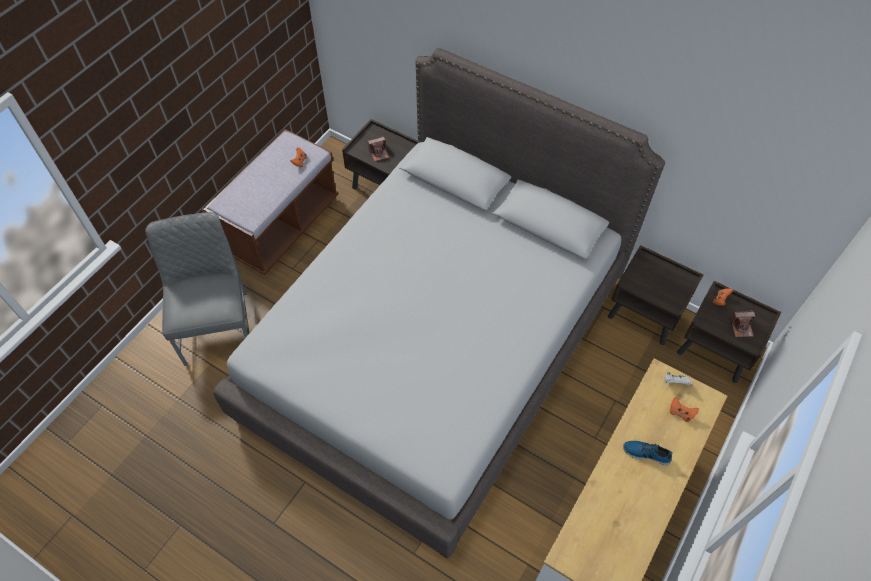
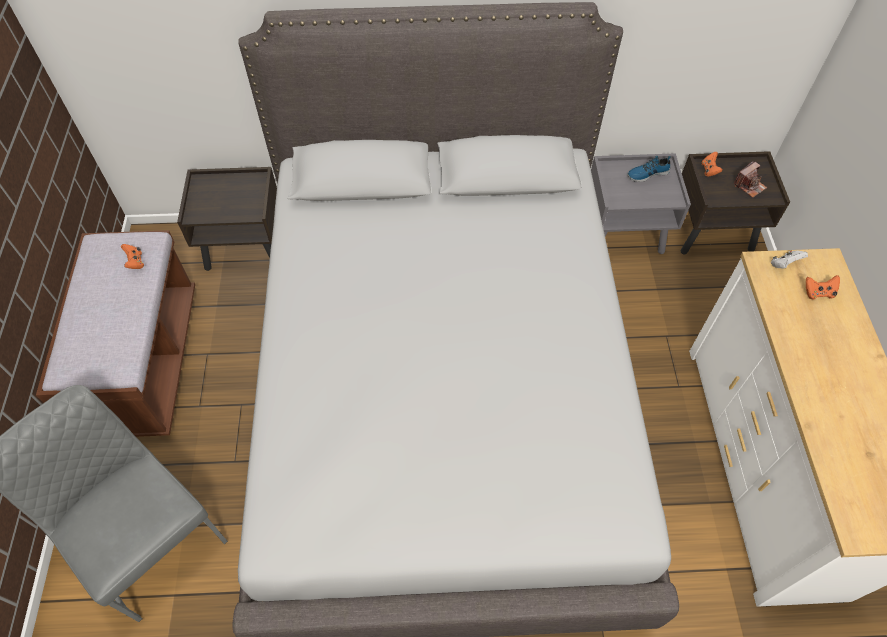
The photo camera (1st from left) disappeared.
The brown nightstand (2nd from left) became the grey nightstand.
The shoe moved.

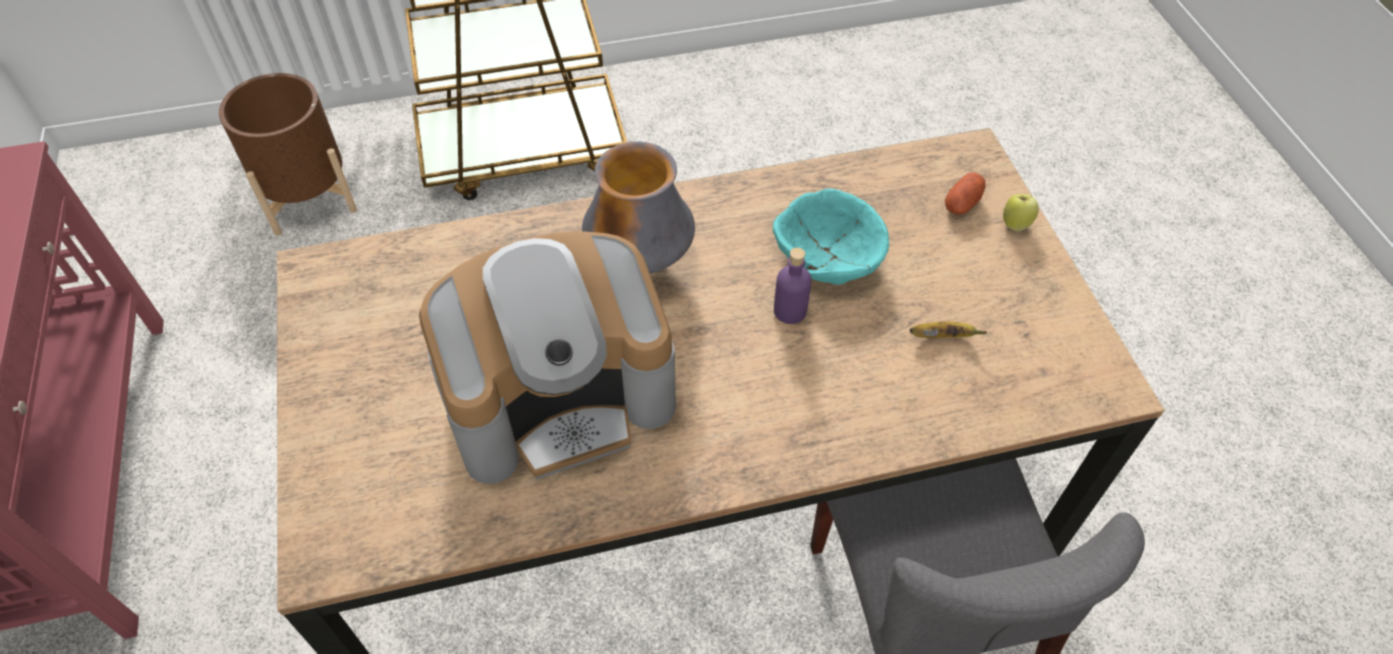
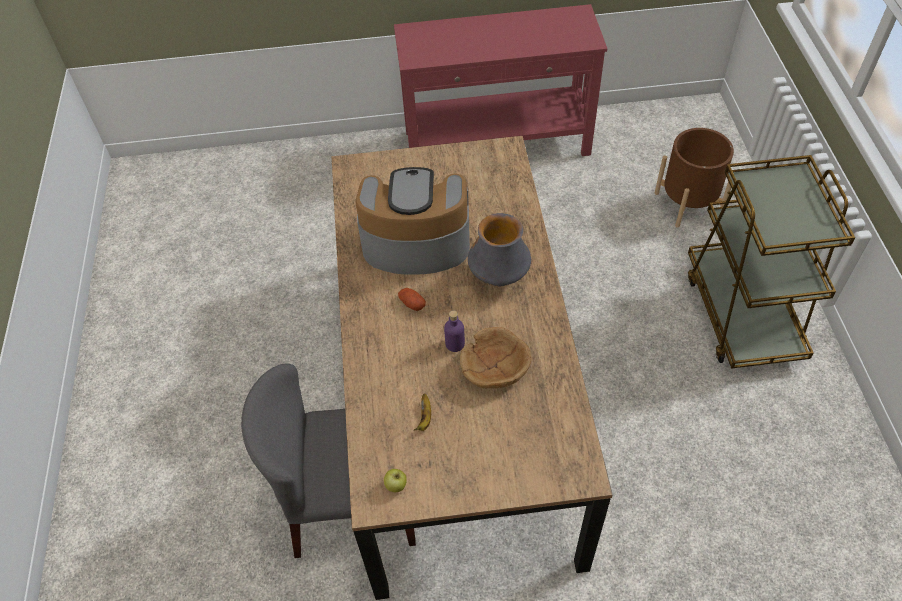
The potato moved.
The turquoise bowl became the brown bowl.
The apple moved.
The coffee machine turned 105 degrees clockwise.

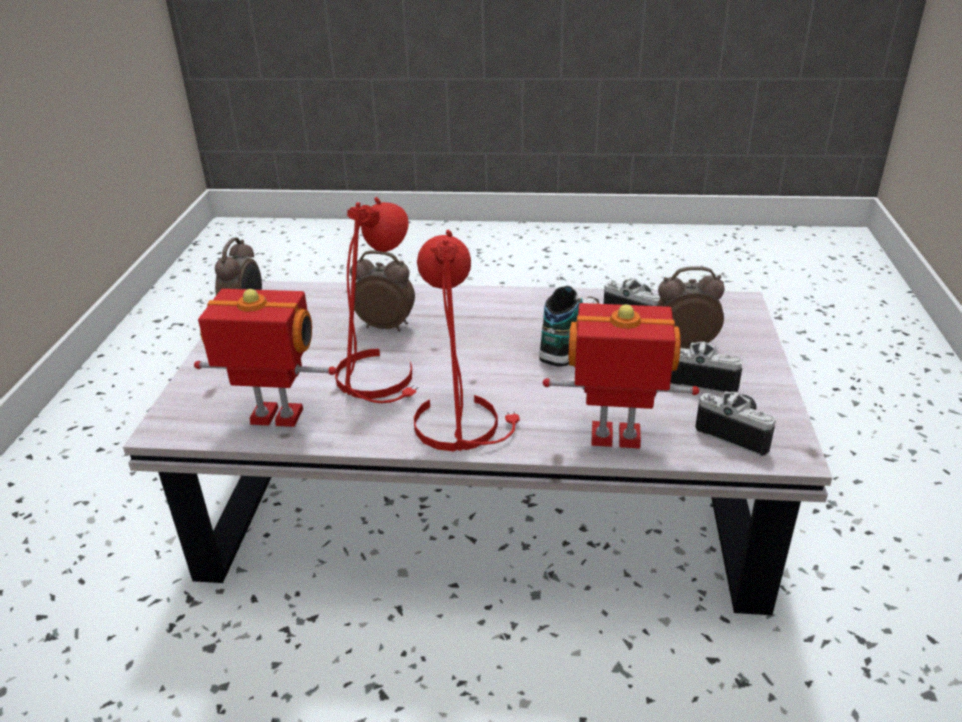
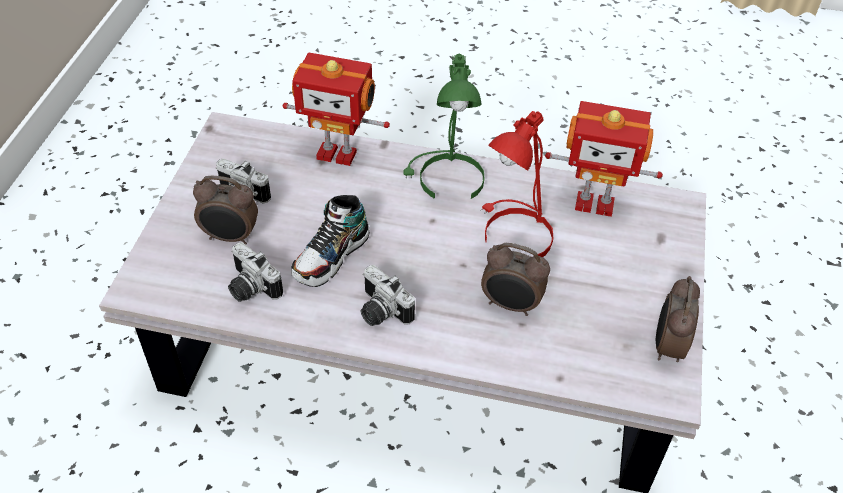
The red table lamp (2nd from left) became the green table lamp.
The photo camera (3rd from left) moved.

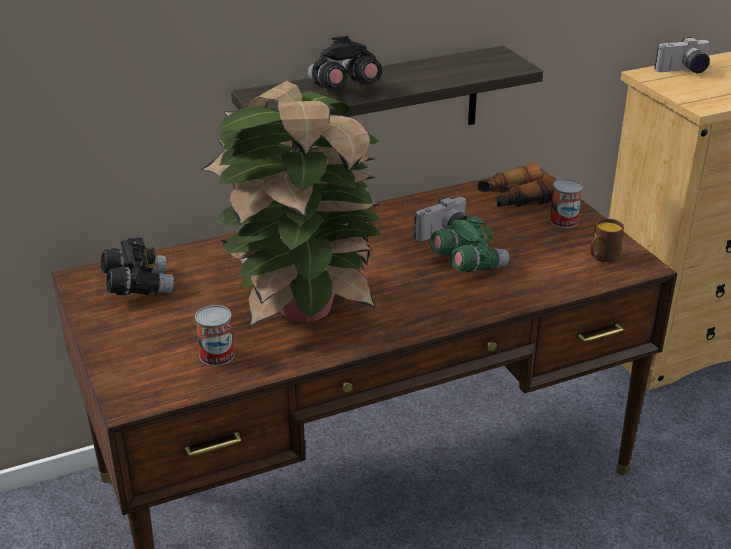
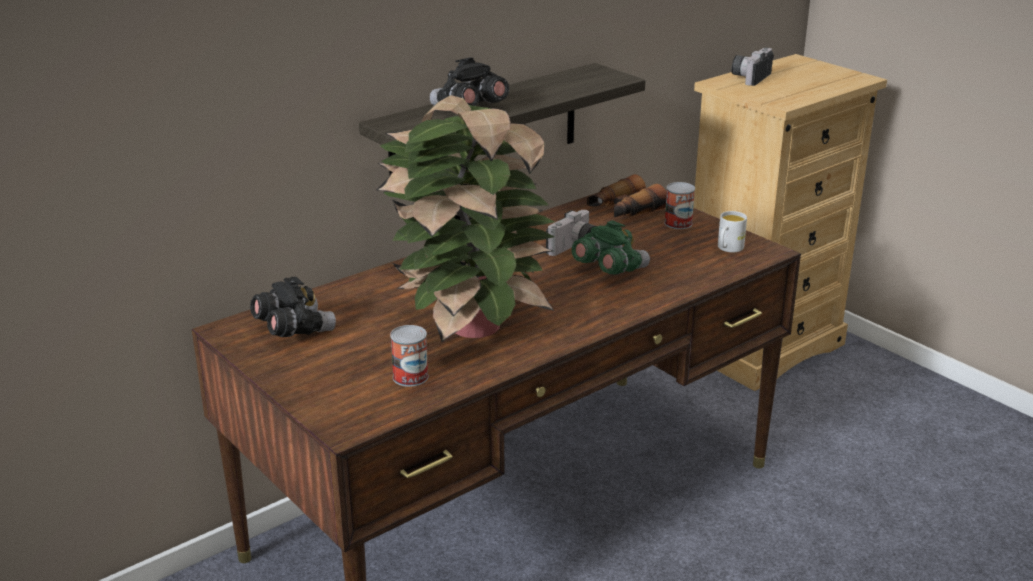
The photo camera (2nd from left) turned 150 degrees clockwise.
The brown mug became the white mug.

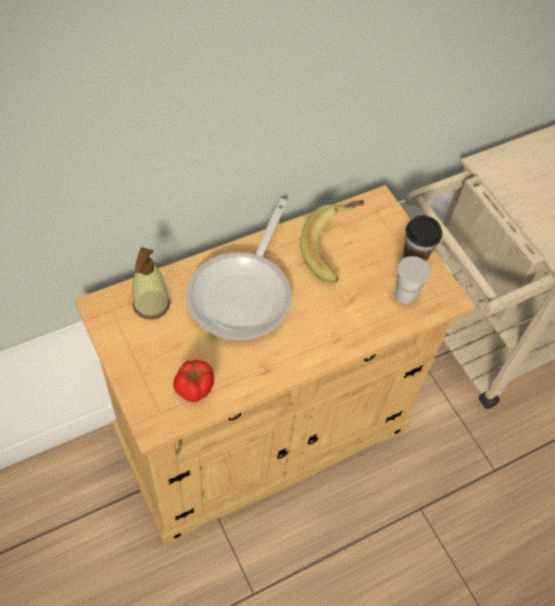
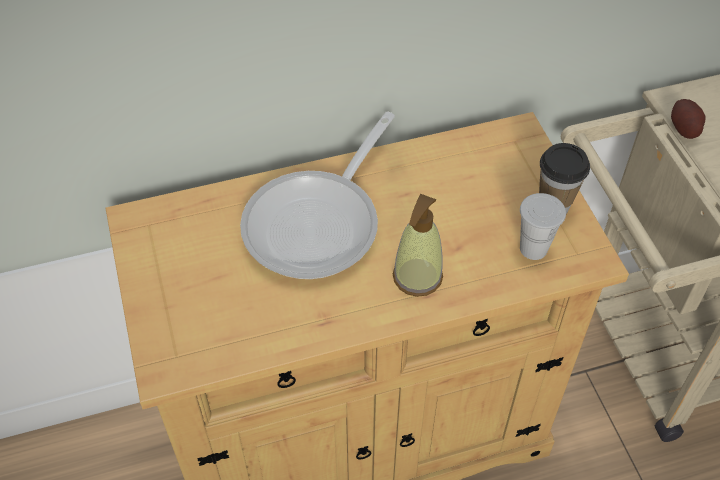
The banana disappeared.
The soap dispenser moved.
The tomato disappeared.
The potato appeared.

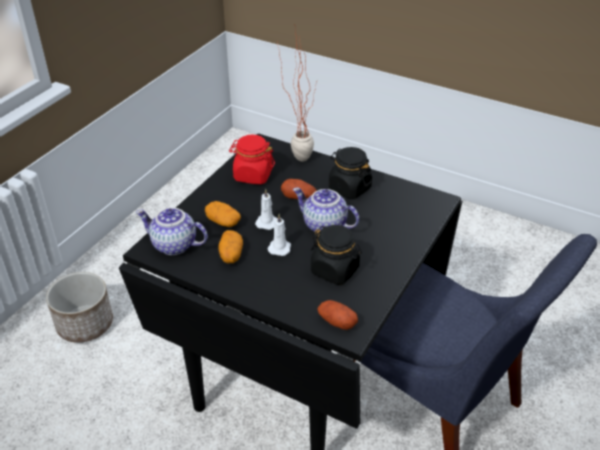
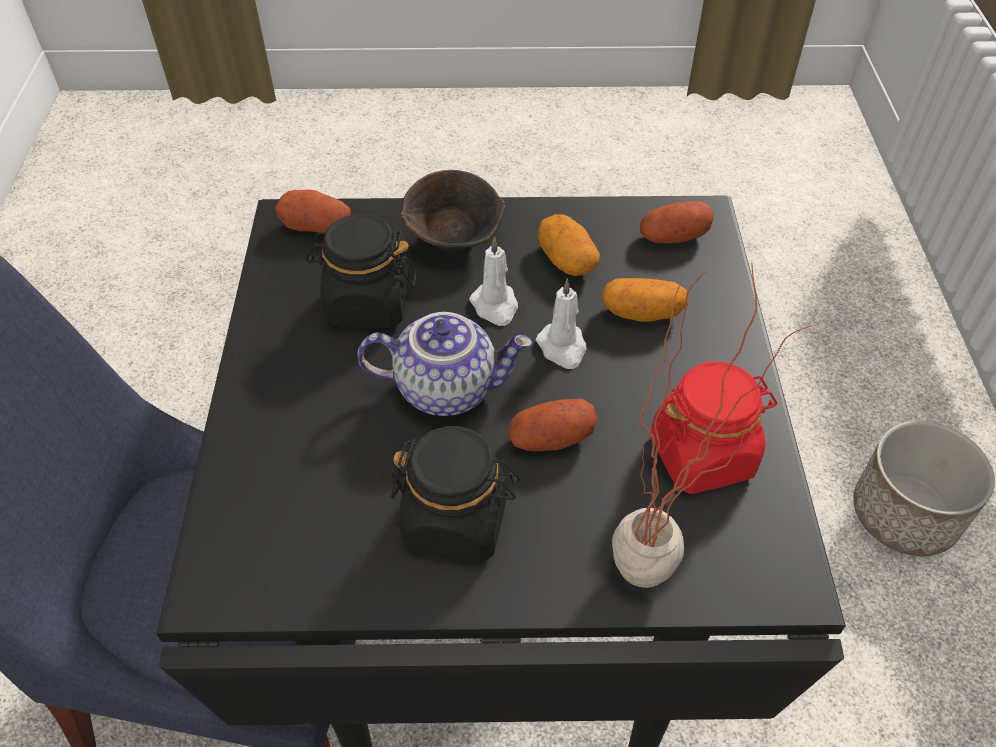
The teapot (1st from left) was replaced by the potato (5th from left).
The brown bowl appeared.

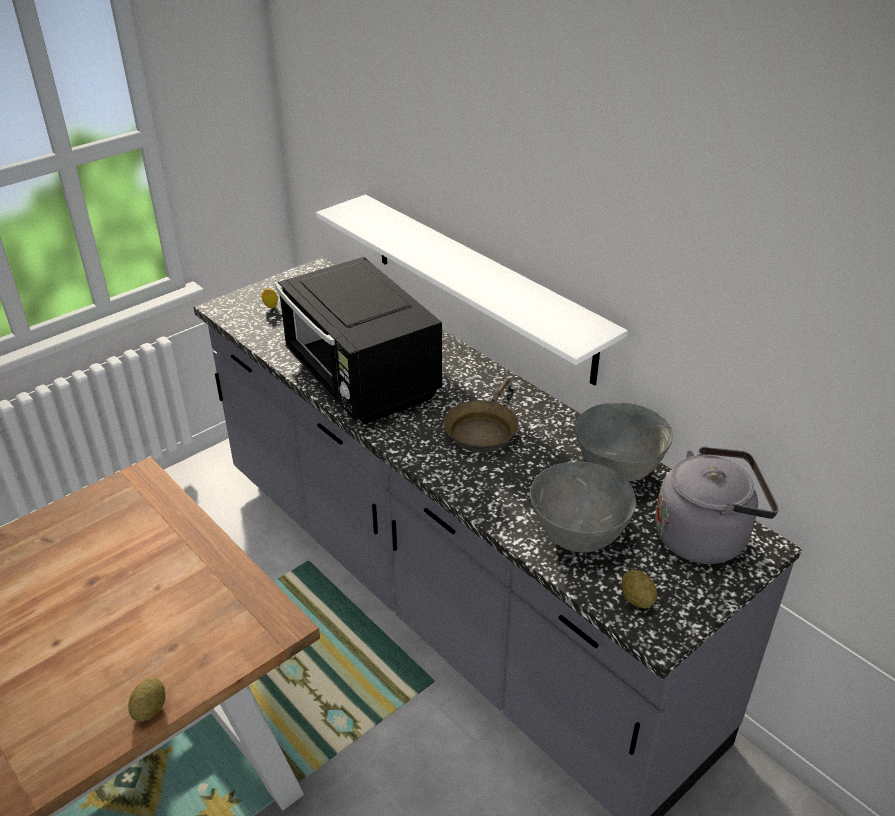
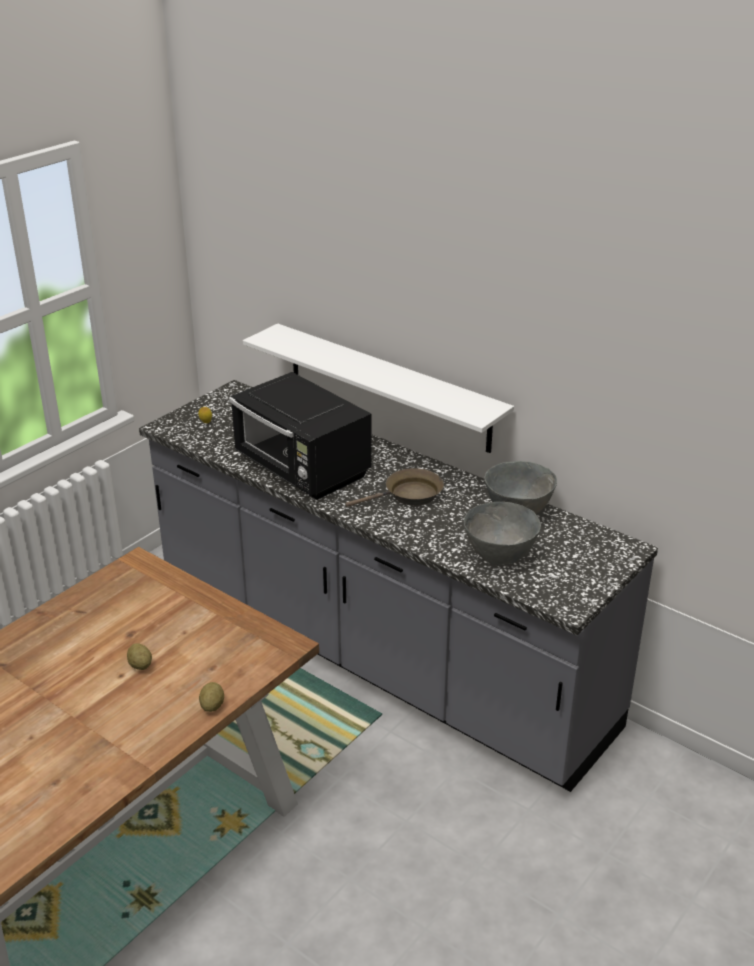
The brown frying pan turned 120 degrees counterclockwise.
The grey kettle disappeared.
The potato (2nd from left in the first image) moved.

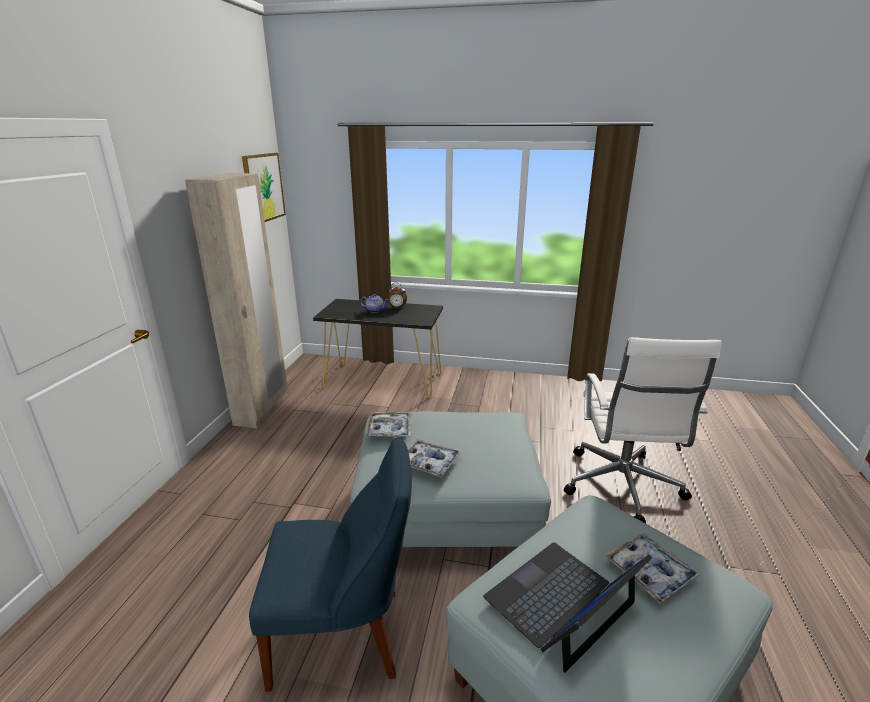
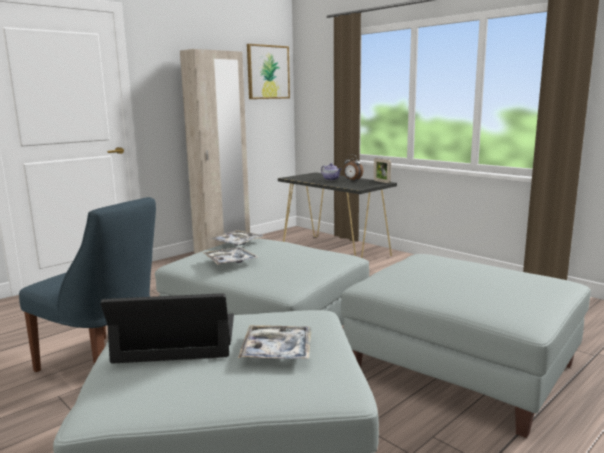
The white office chair was replaced by the grey ottoman (3rd from left).
The picture frame appeared.

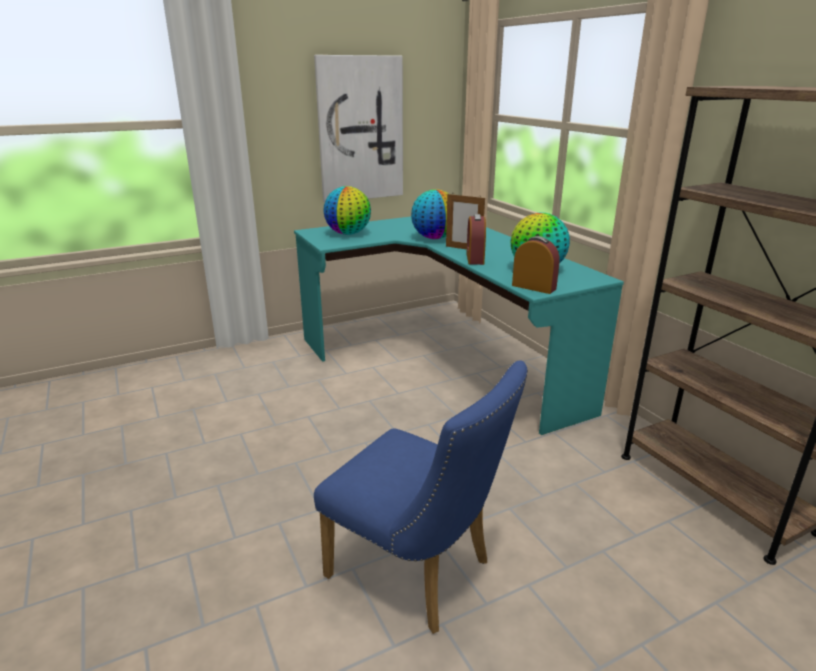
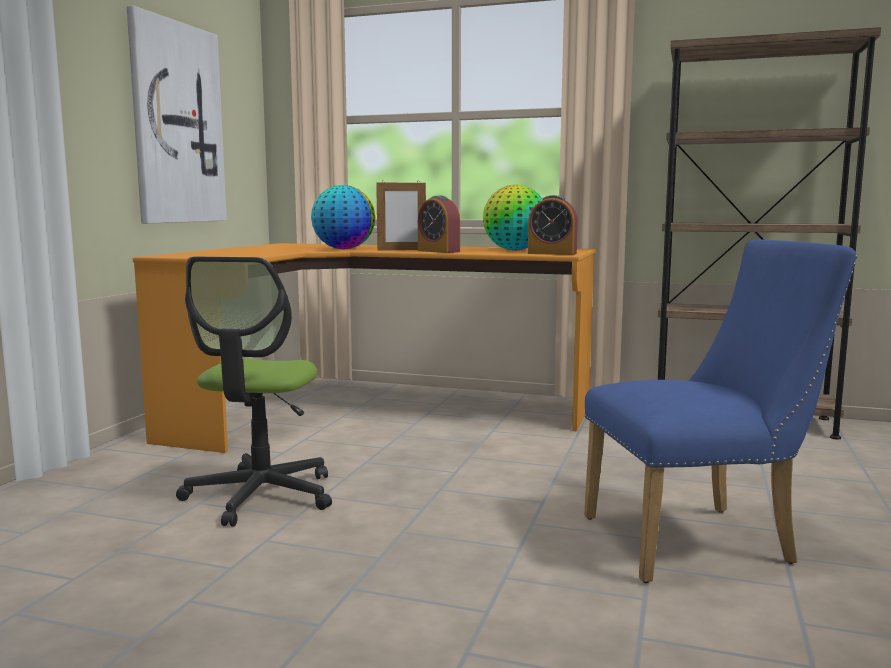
The globe (1st from left) disappeared.
The turquoise desk became the orange desk.
The alarm clock (2nd from left) turned 150 degrees counterclockwise.
The office chair appeared.

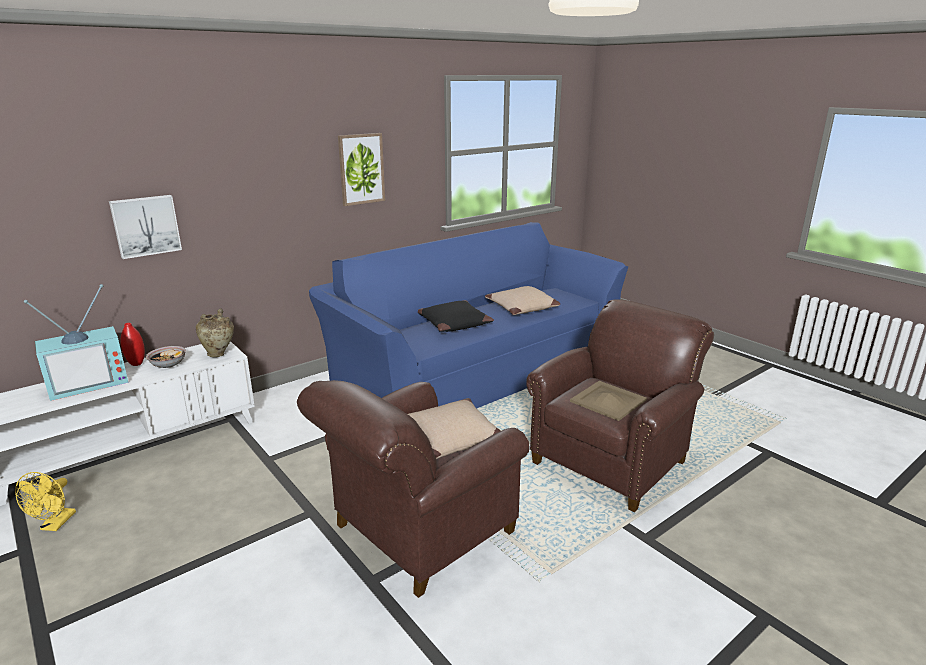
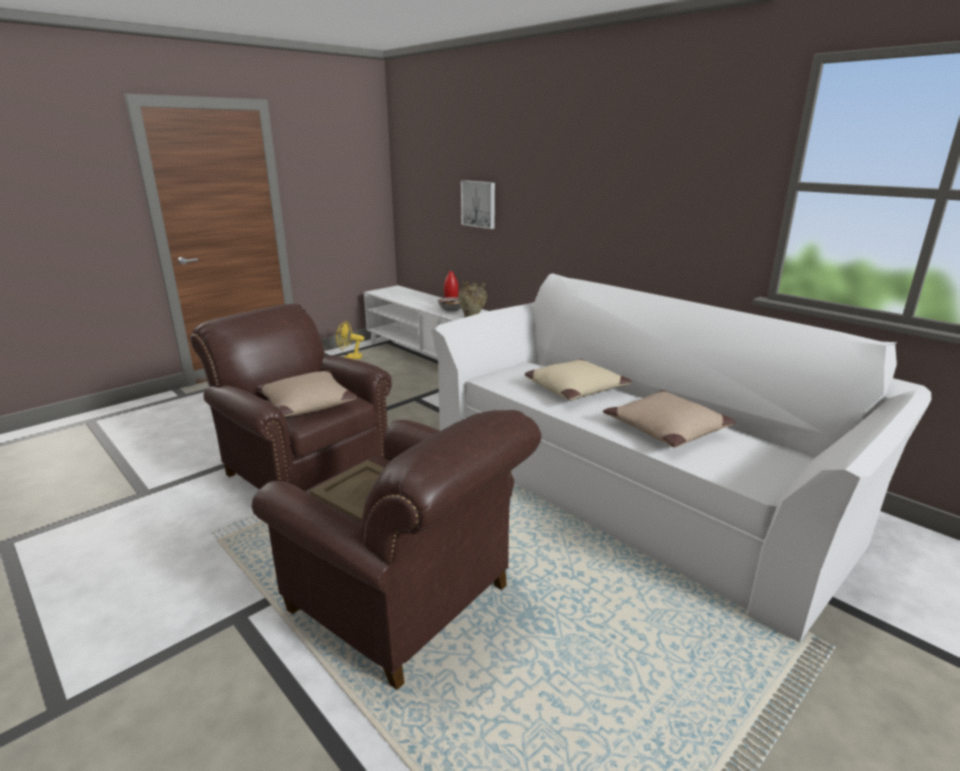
The picture (2nd from left) disappeared.
The blue sofa became the white sofa.
The television disappeared.
The black pillow became the beige pillow (2nd from left).

